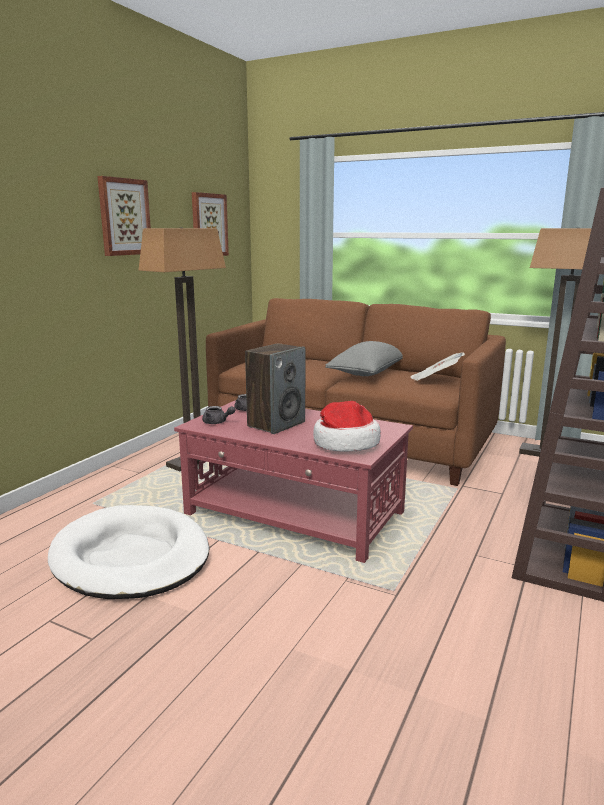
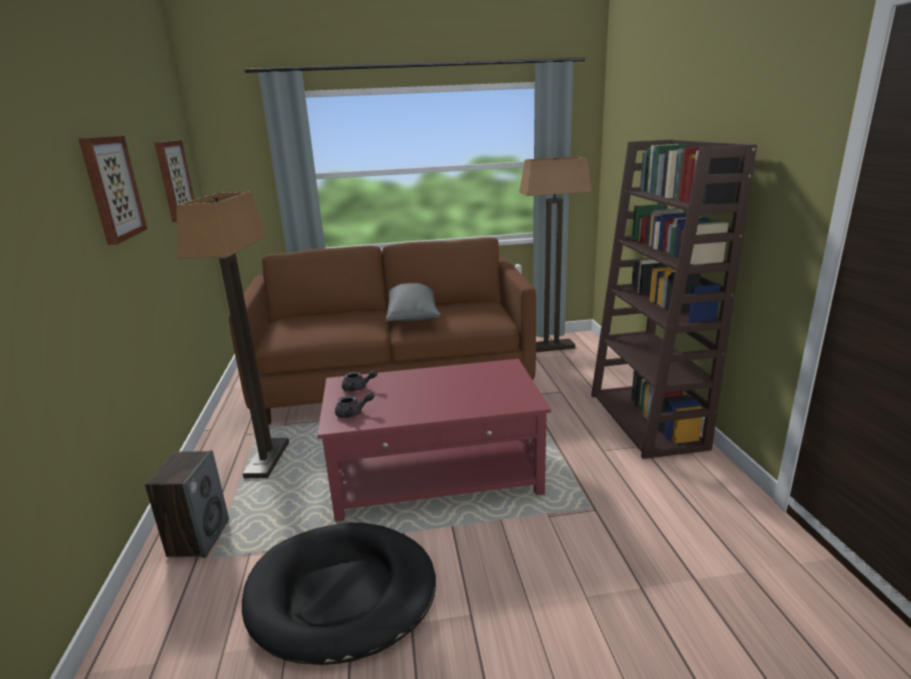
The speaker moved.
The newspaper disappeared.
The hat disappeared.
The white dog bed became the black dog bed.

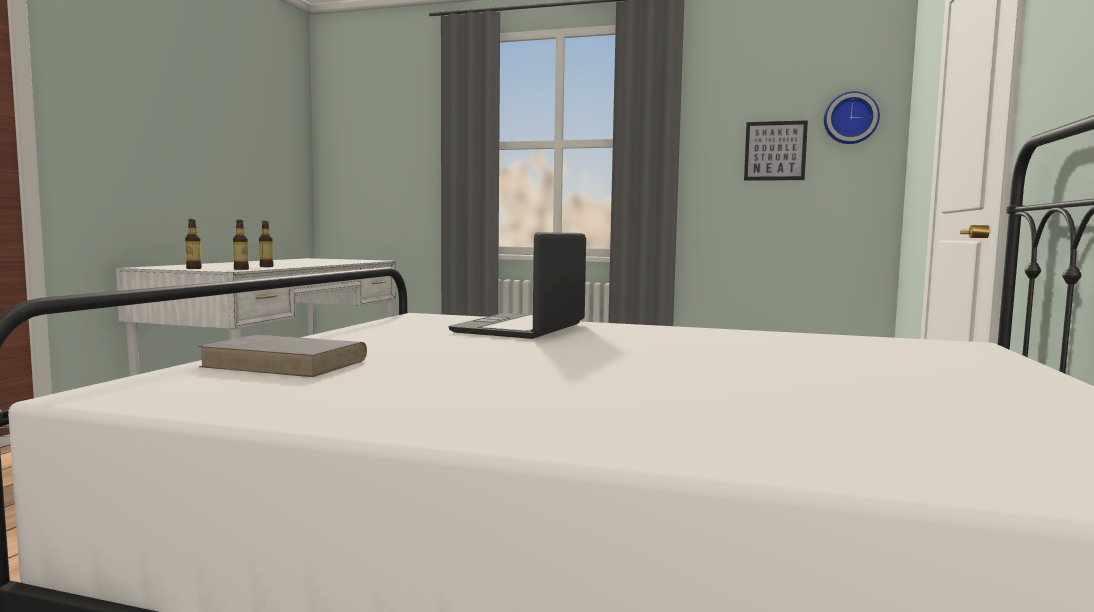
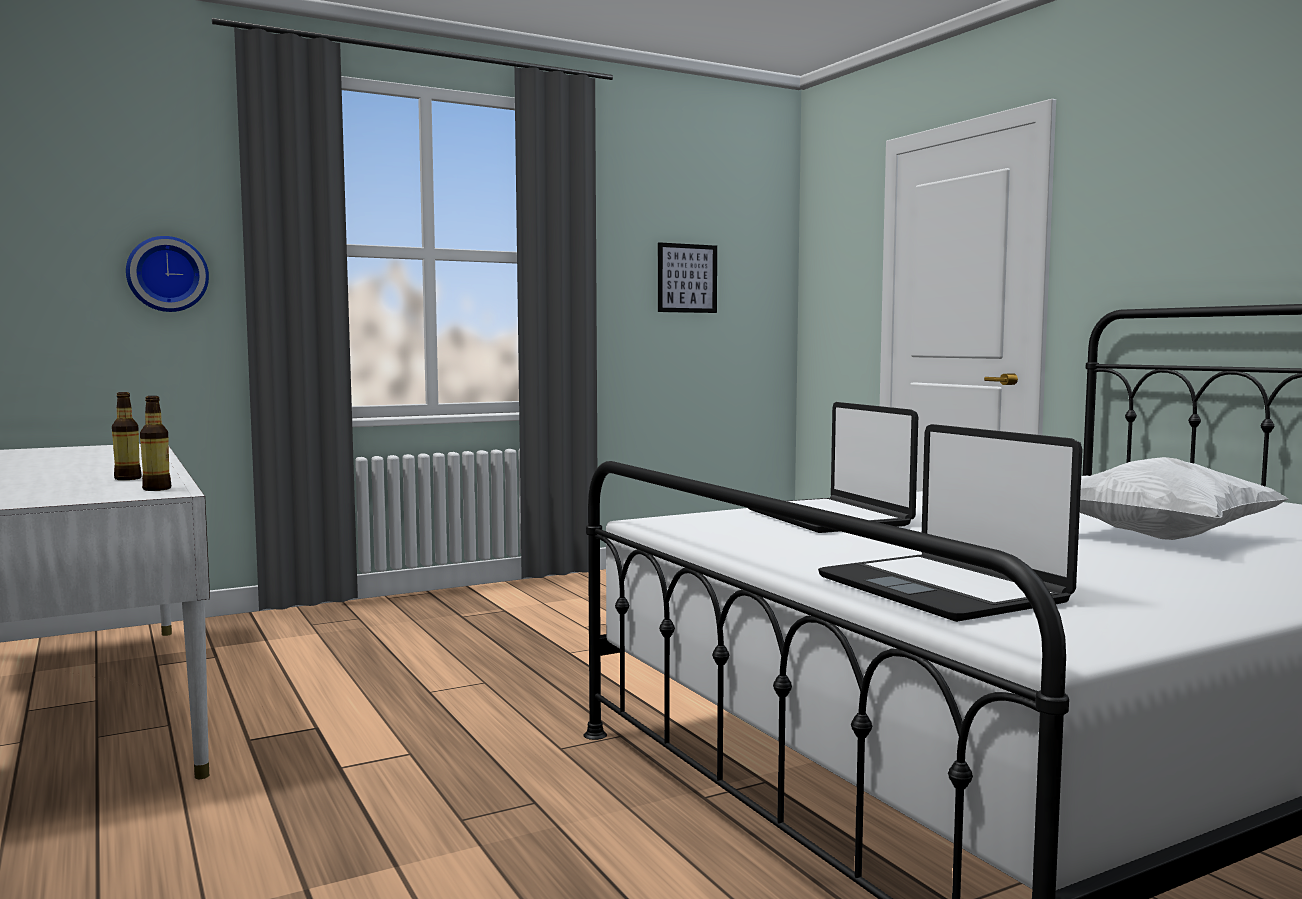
The wall clock moved.
The bottle (1st from left) disappeared.
The grey book was replaced by the laptop (2nd from left).
The white pillow appeared.

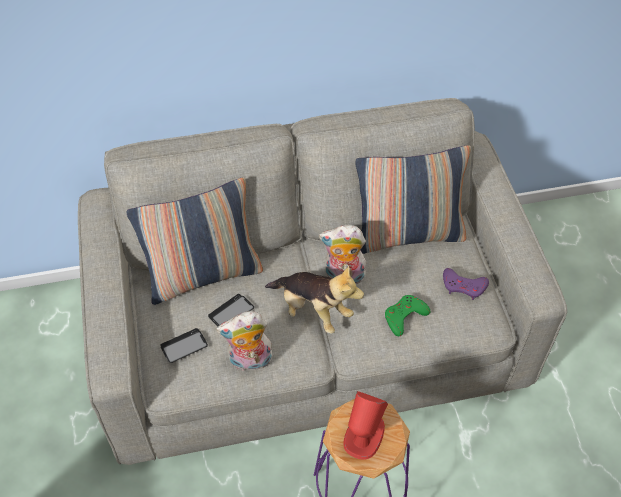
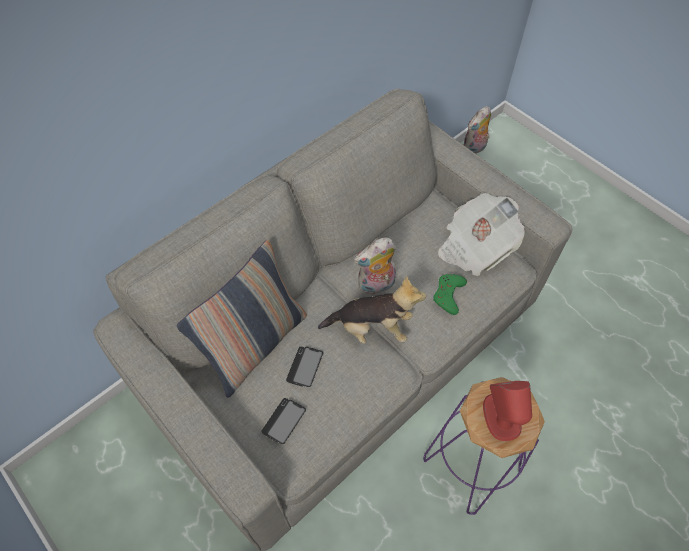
The pillow (2nd from left) disappeared.
The purple game controller was replaced by the newspaper.
The plush toy (1st from left in the first image) moved.

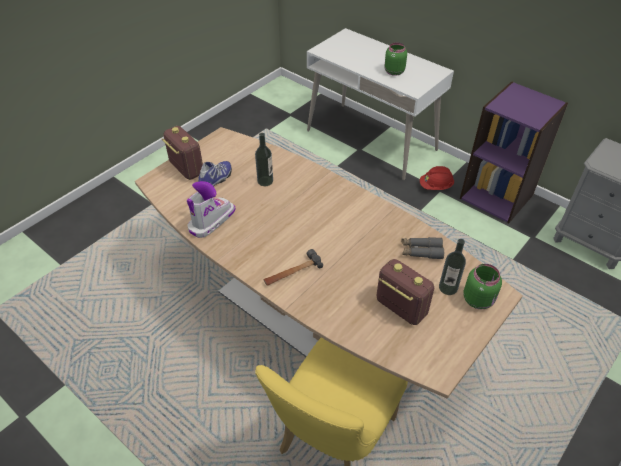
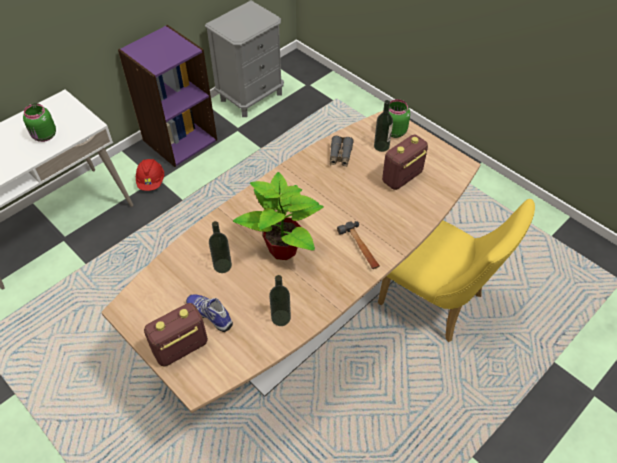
The boot was replaced by the bottle (2nd from left).
The potted plant appeared.

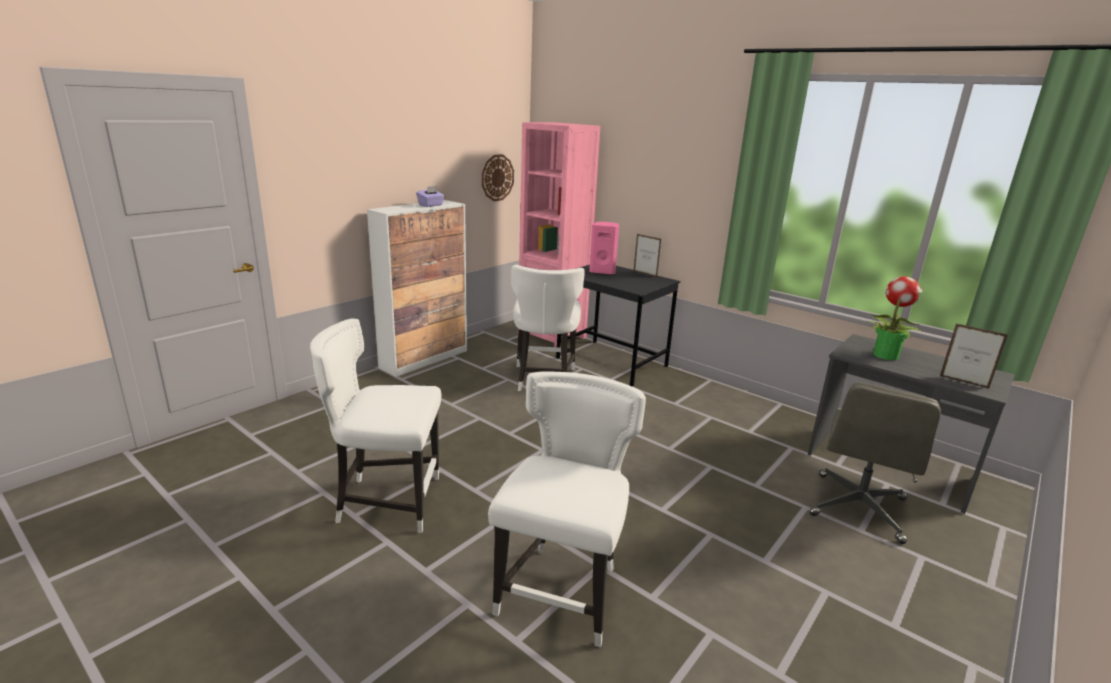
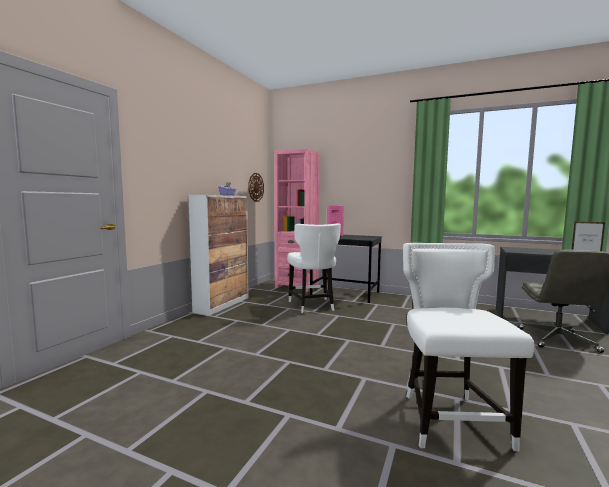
The picture frame (1st from left) disappeared.
The potted plant disappeared.
The white chair (1st from left) disappeared.

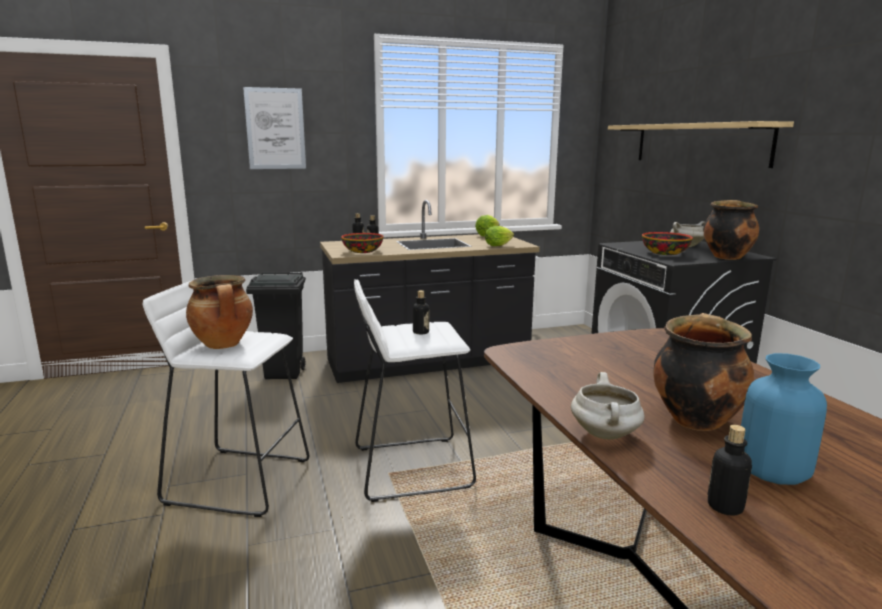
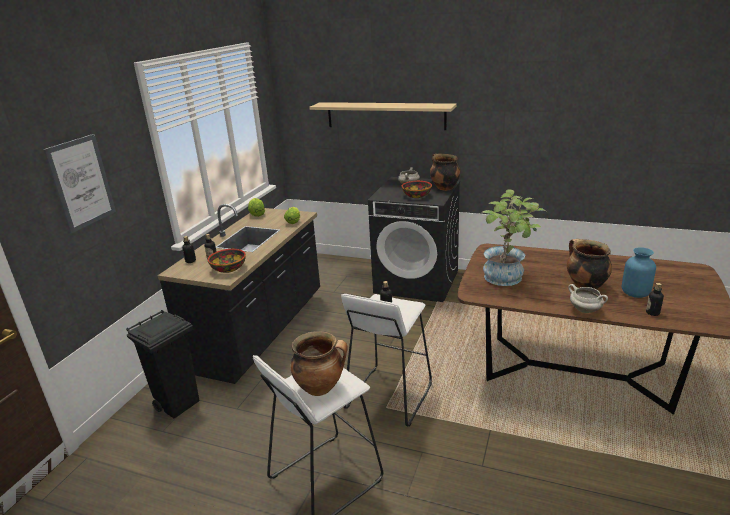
The potted plant appeared.

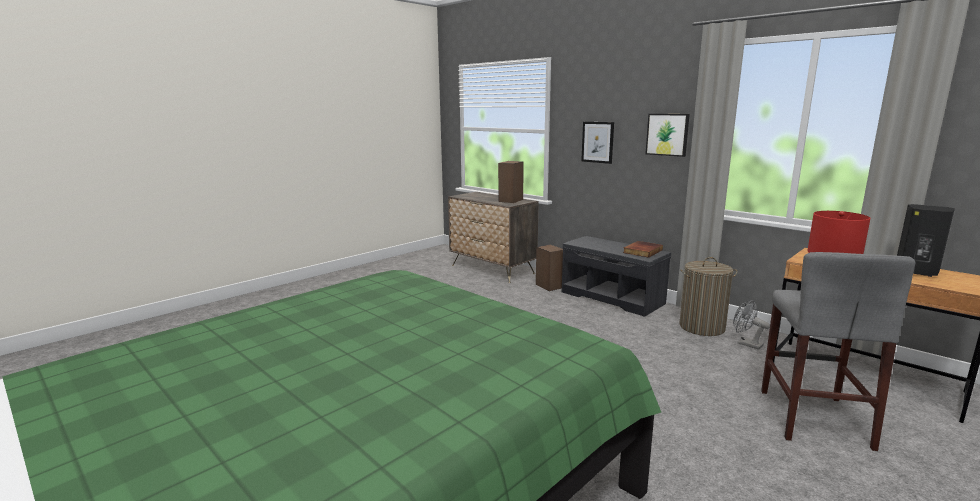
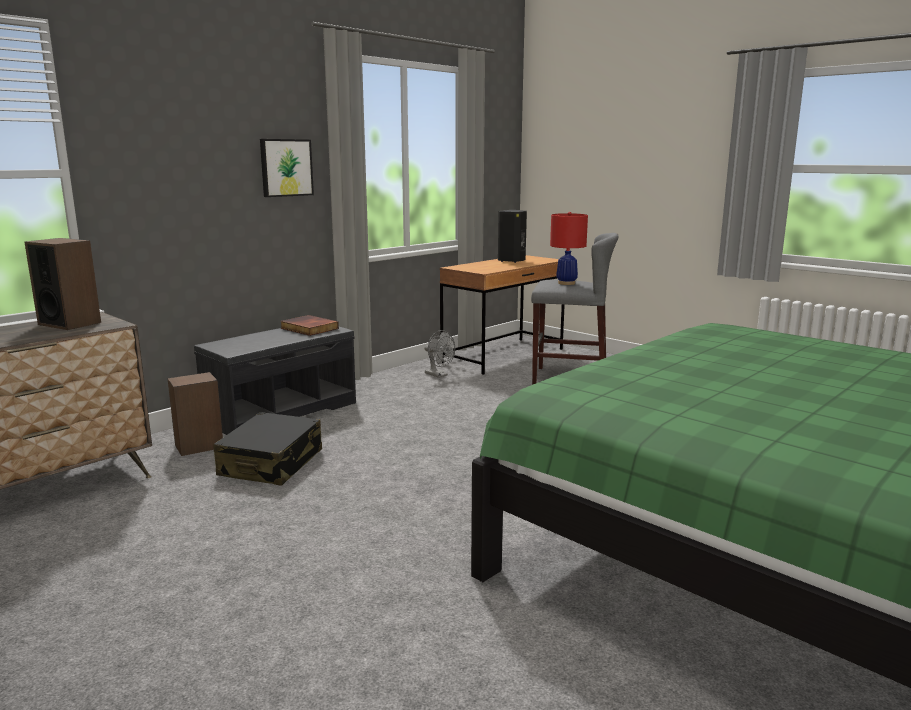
The picture (1st from left) disappeared.
The laundry basket disappeared.
The grey fan turned 90 degrees counterclockwise.
The black suitcase appeared.

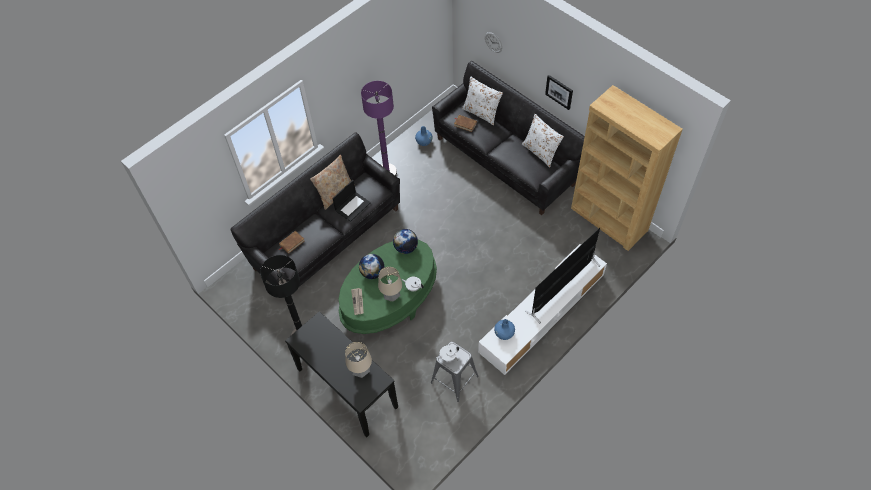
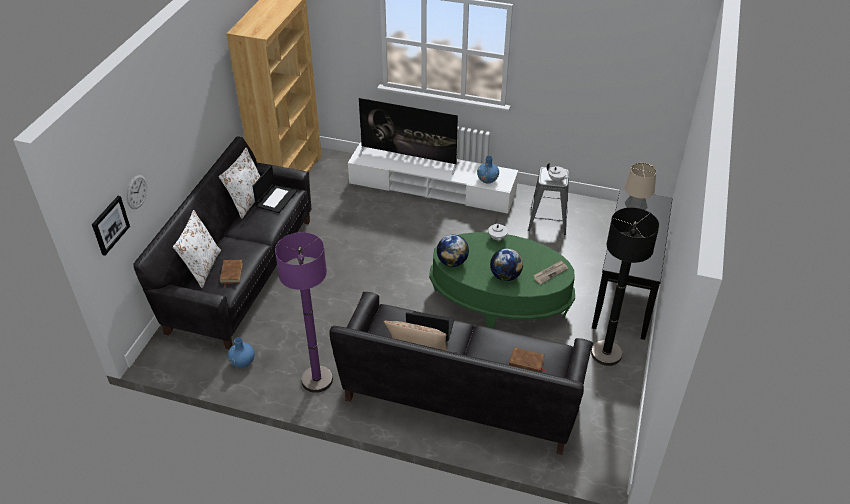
The picture moved.
The table lamp (2nd from left) disappeared.
The laptop (1st from left) appeared.

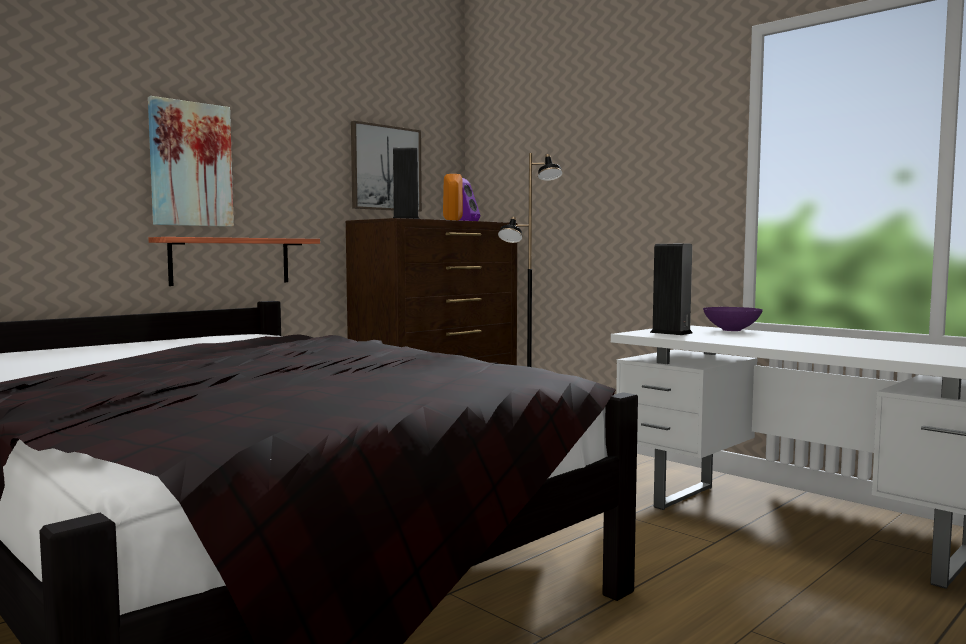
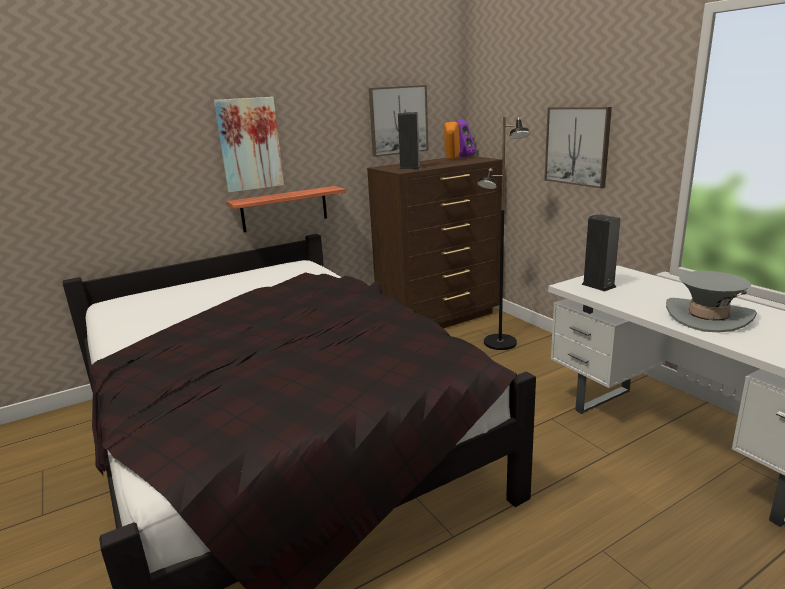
The purple bowl disappeared.
The picture (3rd from left) appeared.
The grey hat appeared.

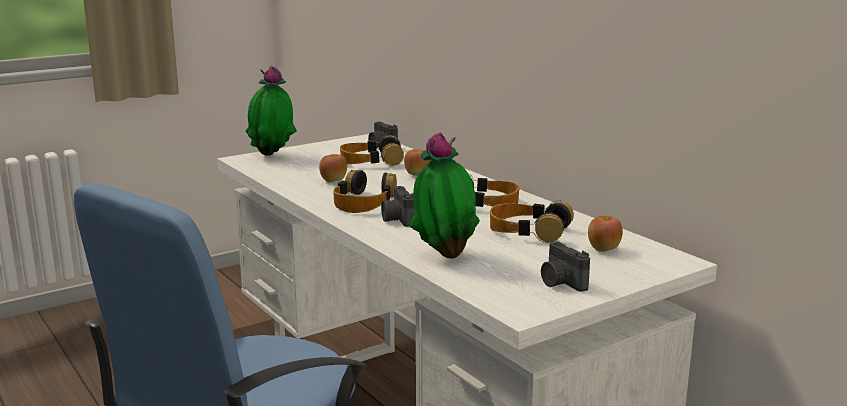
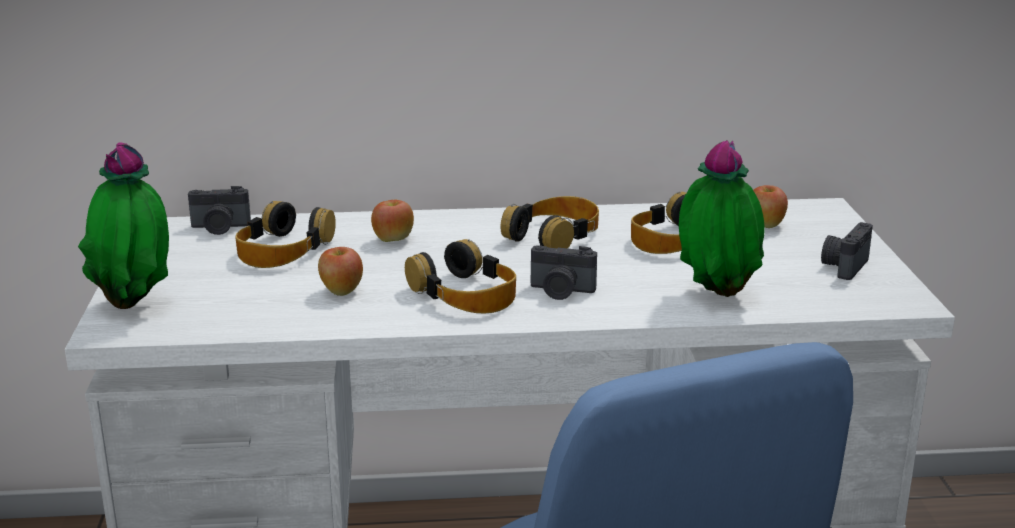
The photo camera (3rd from left) turned 120 degrees clockwise.

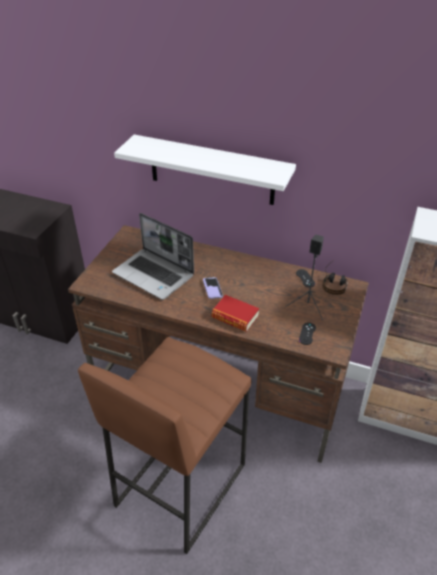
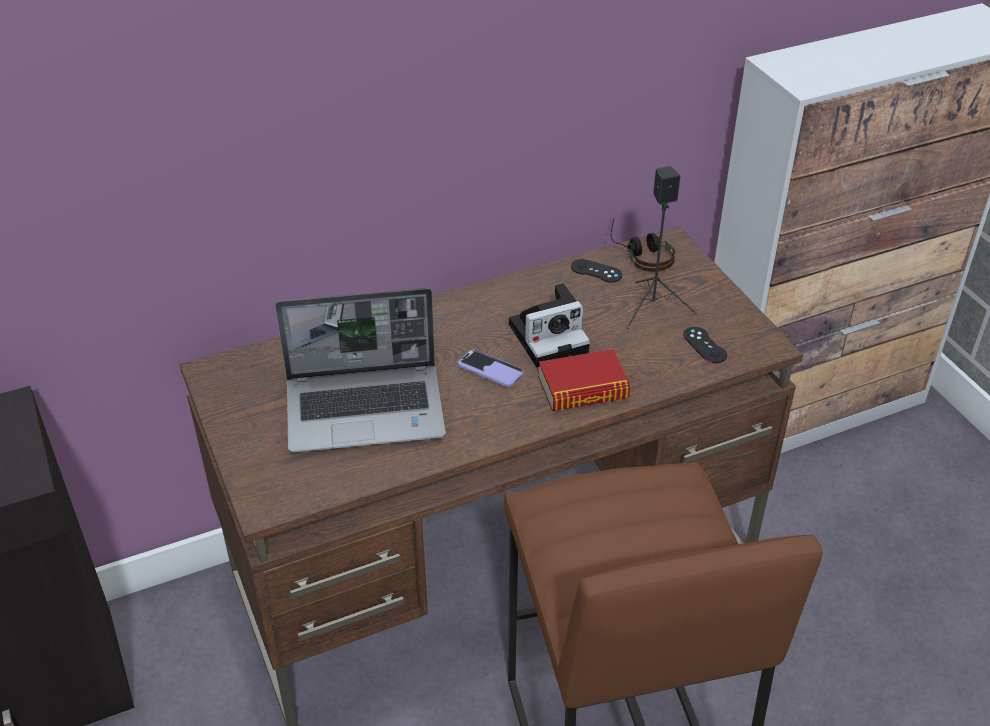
The white shelf disappeared.
The photo camera appeared.

